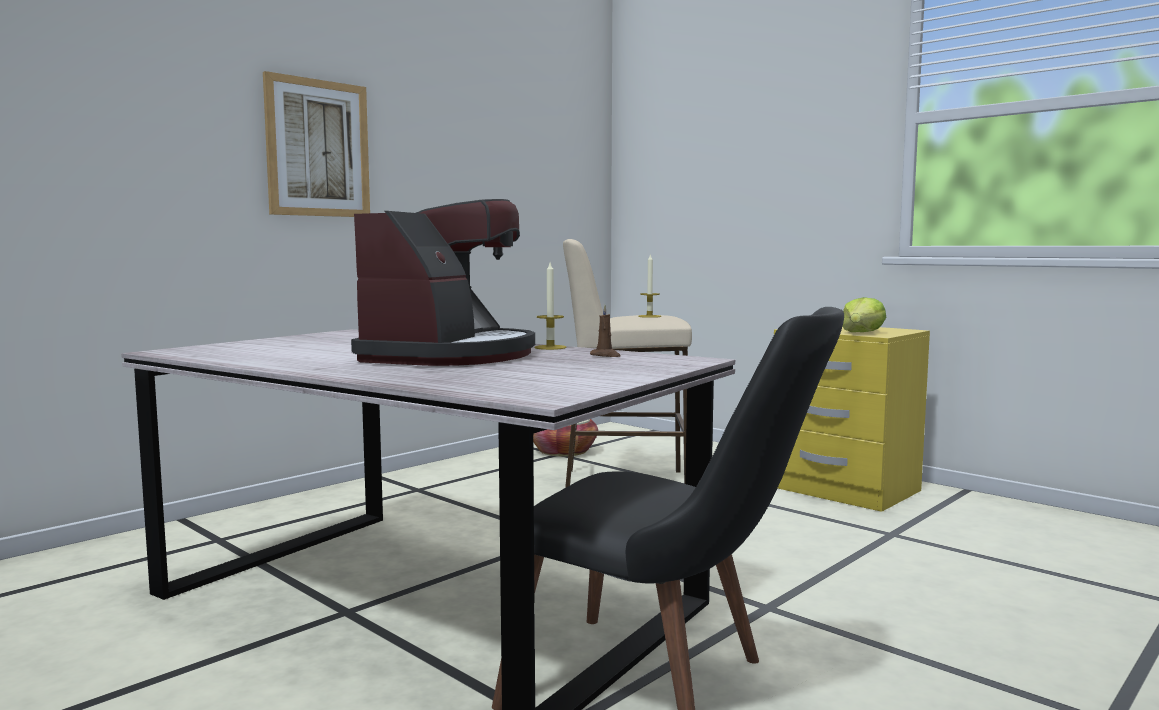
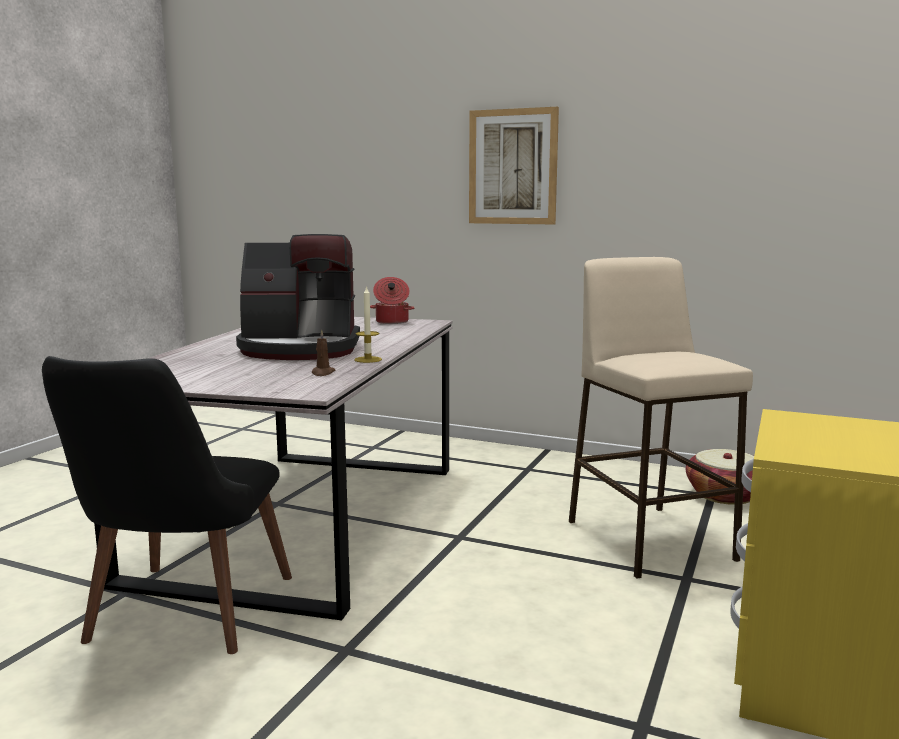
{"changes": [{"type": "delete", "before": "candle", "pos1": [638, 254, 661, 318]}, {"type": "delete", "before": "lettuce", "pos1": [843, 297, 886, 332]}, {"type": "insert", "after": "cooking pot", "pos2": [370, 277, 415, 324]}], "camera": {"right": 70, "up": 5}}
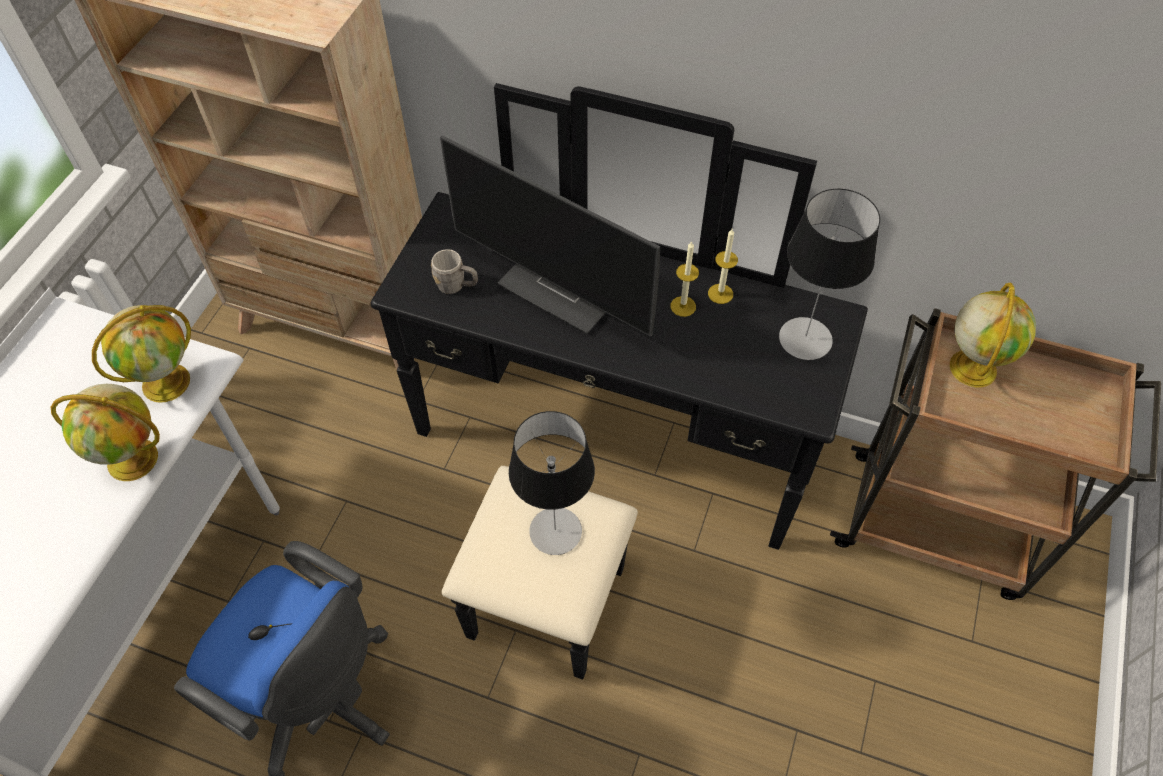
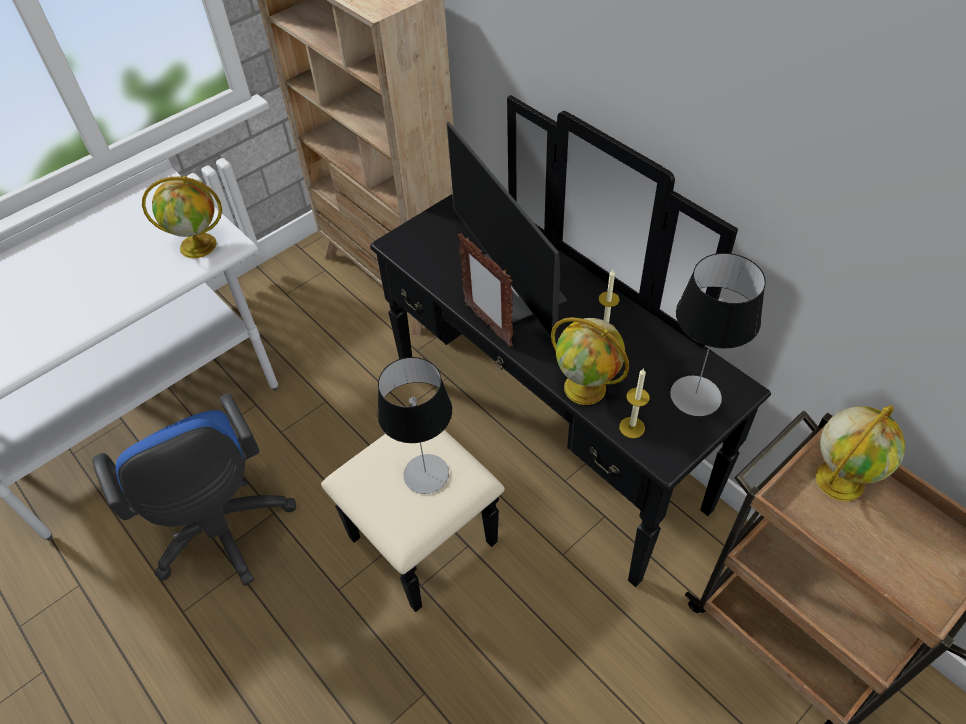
{"changes": [{"type": "delete", "before": "grey mug", "pos1": [431, 249, 478, 294]}, {"type": "insert", "after": "picture frame", "pos2": [458, 233, 513, 347]}, {"type": "move", "before": "globe", "pos1": [51, 384, 160, 481], "pos2": [551, 317, 629, 405]}, {"type": "move", "before": "candle", "pos1": [708, 229, 738, 304], "pos2": [619, 368, 650, 438]}], "camera": {"right": 30, "up": -5}}
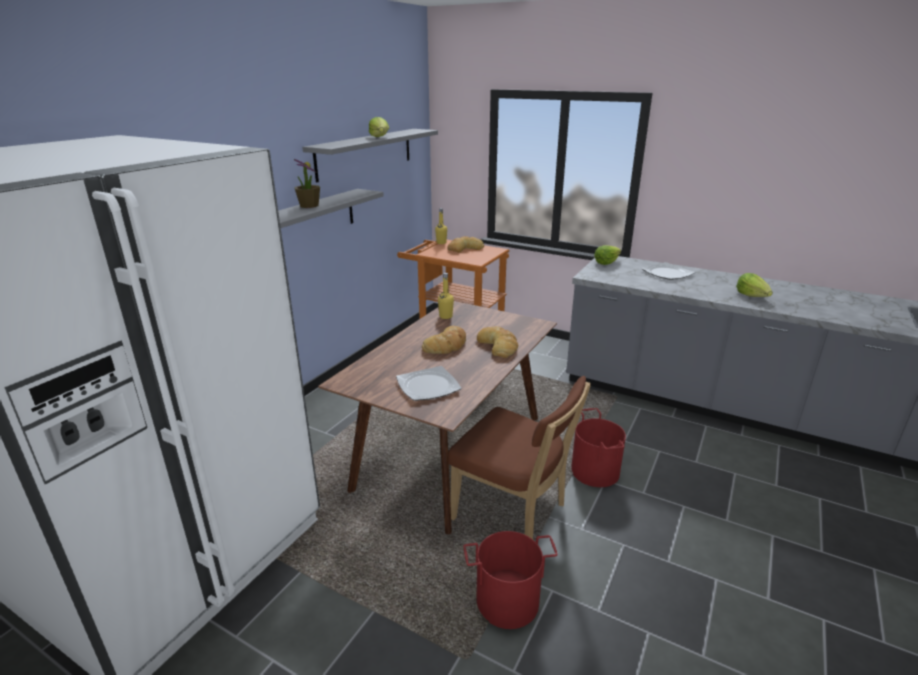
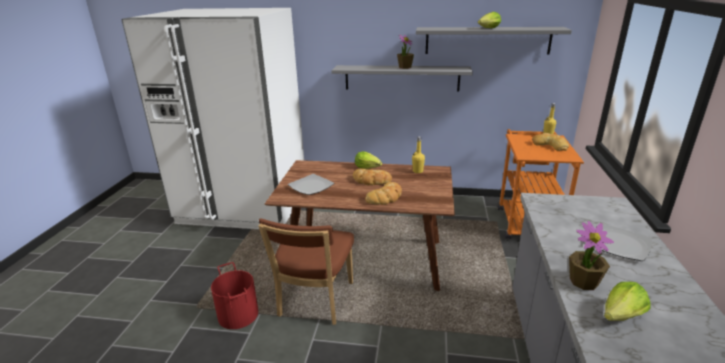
{"changes": [{"type": "delete", "before": "red bucket", "pos1": [571, 408, 626, 487]}, {"type": "insert", "after": "potted plant", "pos2": [569, 221, 614, 290]}, {"type": "move", "before": "lettuce", "pos1": [594, 245, 621, 265], "pos2": [355, 151, 382, 169]}], "camera": {"right": 70, "up": 0}}
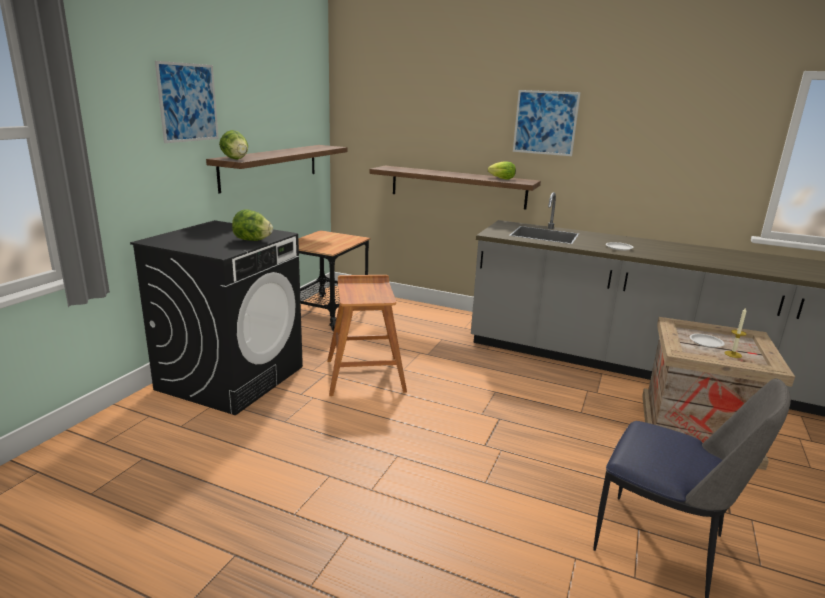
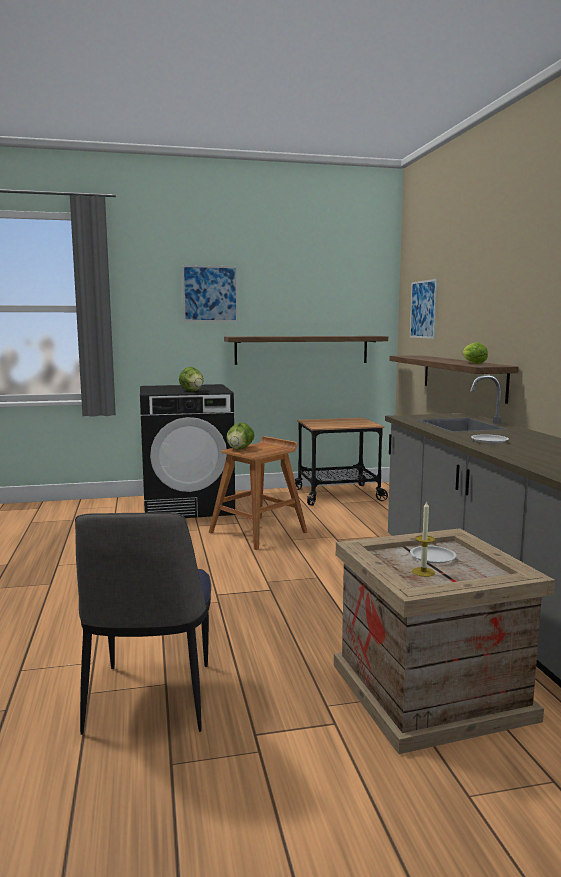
{"changes": [{"type": "move", "before": "lettuce", "pos1": [219, 130, 248, 160], "pos2": [226, 422, 255, 450]}, {"type": "move", "before": "picture", "pos1": [513, 90, 581, 156], "pos2": [410, 279, 438, 339]}], "camera": {"right": 55, "up": -10}}
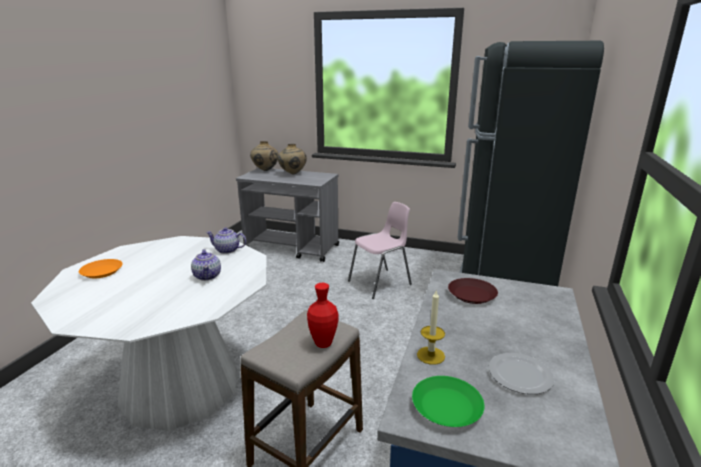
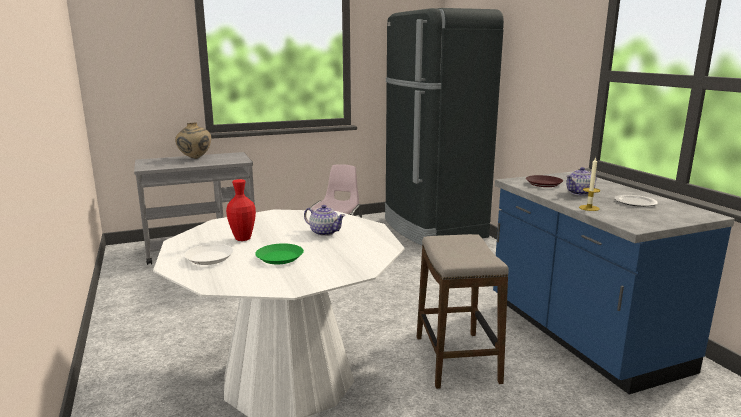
{"changes": [{"type": "delete", "before": "beige vase", "pos1": [250, 141, 278, 171]}, {"type": "move", "before": "teapot", "pos1": [206, 227, 246, 254], "pos2": [566, 167, 597, 196]}, {"type": "move", "before": "red vase", "pos1": [307, 283, 338, 348], "pos2": [226, 179, 256, 241]}, {"type": "move", "before": "green plate", "pos1": [412, 376, 484, 427], "pos2": [255, 243, 304, 264]}, {"type": "recolor", "before": "orange plate", "after": "white plate", "pos1": [79, 259, 123, 278], "pos2": [184, 244, 234, 265]}], "camera": {"right": -40, "up": -5}}
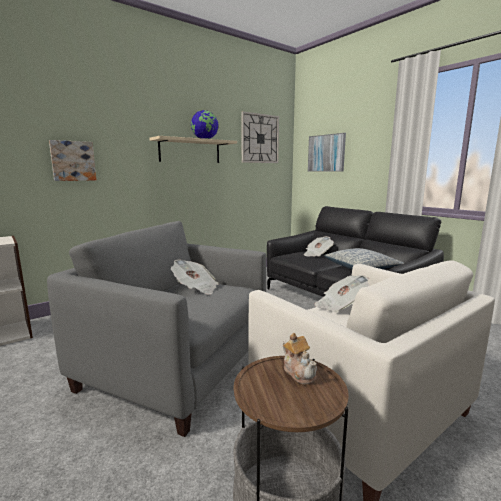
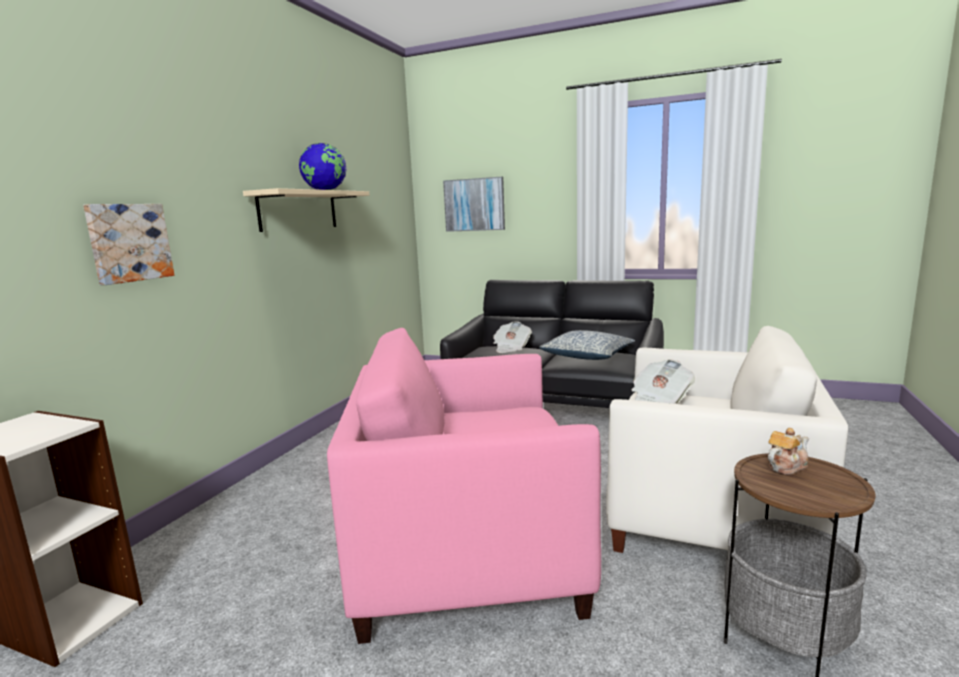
{"changes": [{"type": "delete", "before": "newspaper", "pos1": [171, 259, 219, 295]}, {"type": "delete", "before": "wall clock", "pos1": [241, 111, 279, 163]}, {"type": "recolor", "before": "grey armchair", "after": "pink armchair", "pos1": [47, 221, 266, 437], "pos2": [327, 328, 601, 644]}, {"type": "rotate", "before": "teapot", "pos1": [283, 333, 317, 385], "pos2": [768, 428, 809, 475], "turn": -60}], "camera": {"right": -30, "up": 0}}
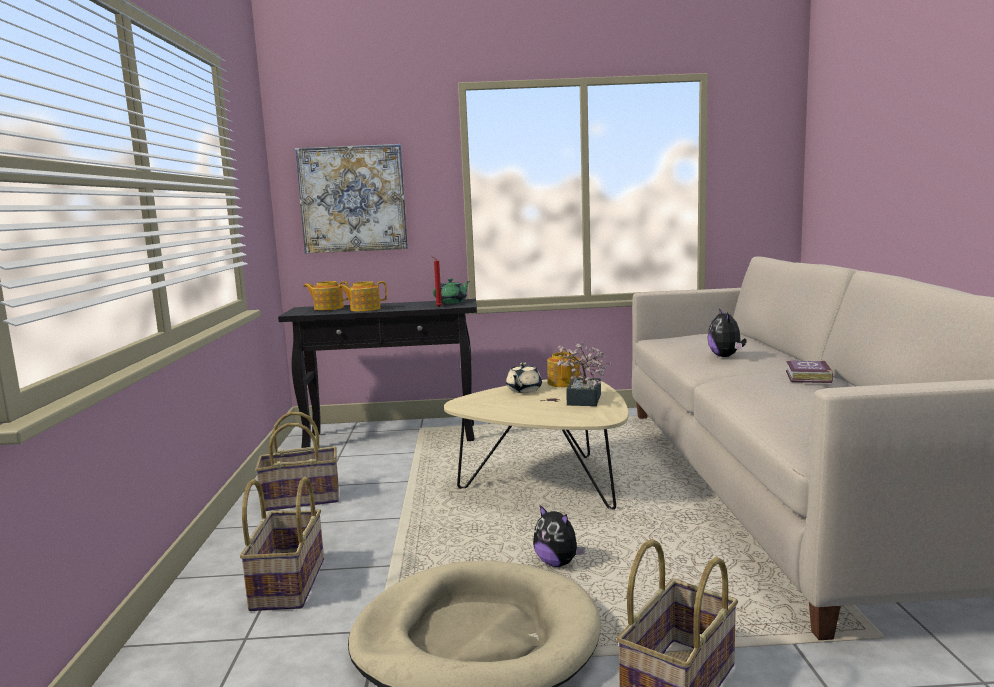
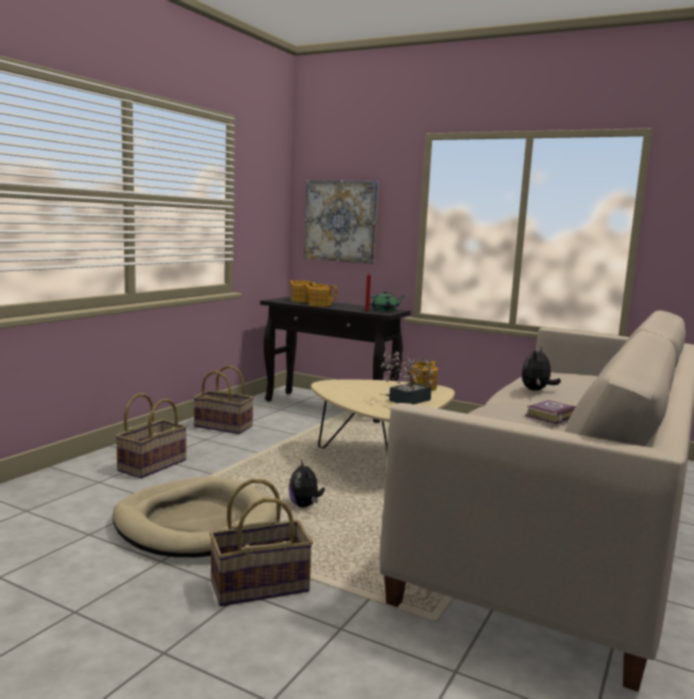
{"changes": [{"type": "delete", "before": "beige teapot", "pos1": [506, 362, 542, 393]}], "camera": {"right": 30, "up": 0}}
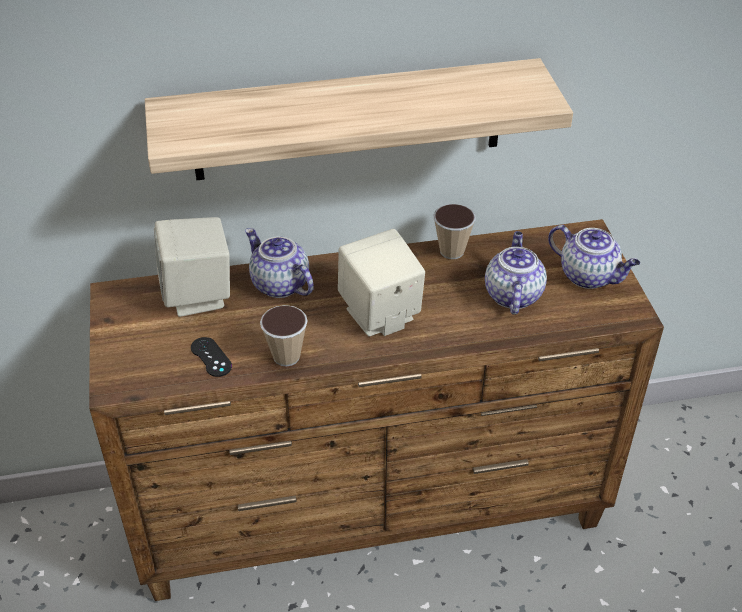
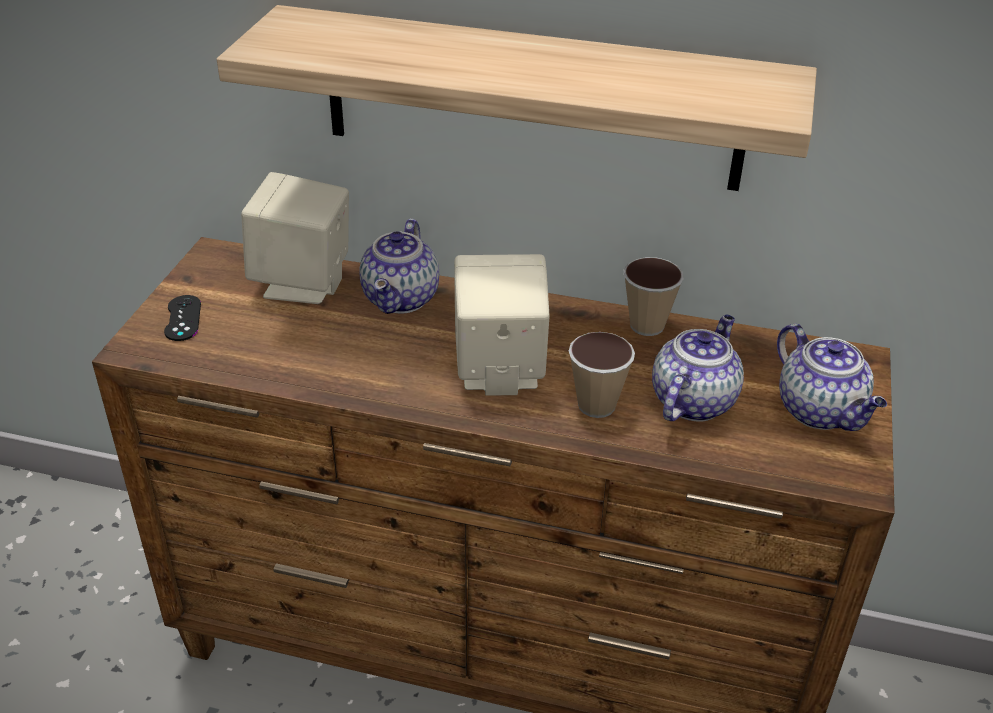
{"changes": [{"type": "move", "before": "black game controller", "pos1": [191, 337, 232, 377], "pos2": [164, 295, 201, 341]}, {"type": "move", "before": "cup", "pos1": [260, 305, 308, 366], "pos2": [569, 332, 635, 418]}, {"type": "rotate", "before": "teapot", "pos1": [245, 228, 314, 298], "pos2": [359, 218, 439, 314], "turn": -150}], "camera": {"right": 25, "up": -5}}
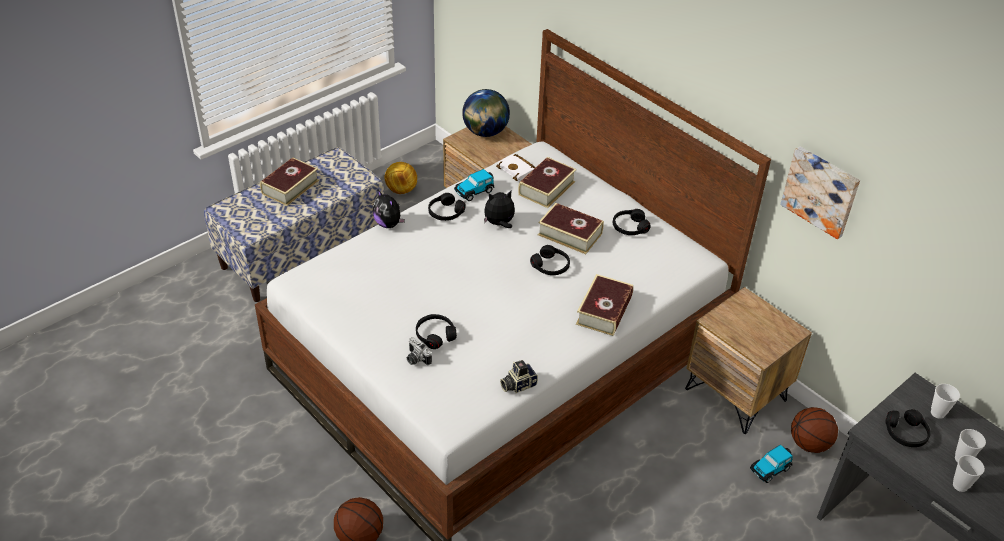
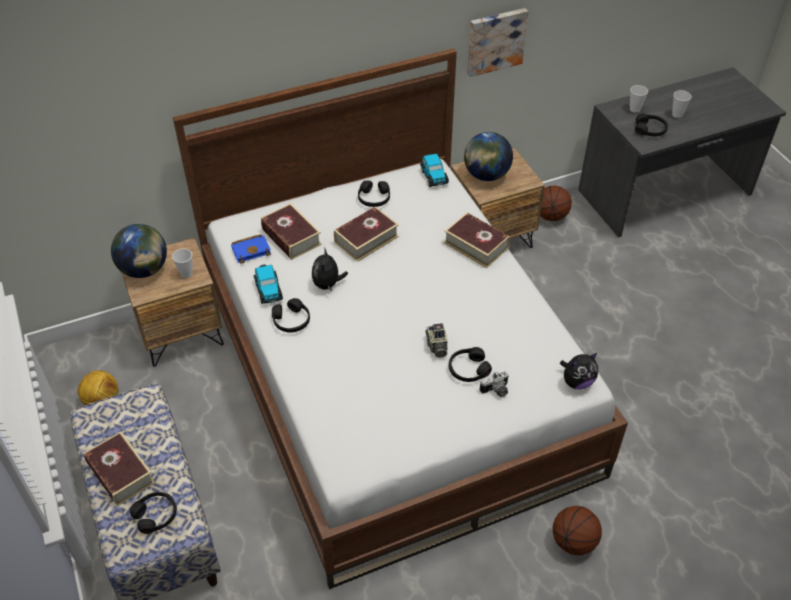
{"changes": [{"type": "insert", "after": "globe", "pos2": [464, 132, 513, 181]}, {"type": "move", "before": "plush toy", "pos1": [373, 190, 405, 228], "pos2": [560, 353, 598, 389]}, {"type": "move", "before": "photo camera", "pos1": [500, 360, 538, 393], "pos2": [425, 323, 448, 358]}, {"type": "move", "before": "black headphones", "pos1": [530, 245, 570, 275], "pos2": [130, 492, 177, 534]}, {"type": "move", "before": "toy car", "pos1": [750, 445, 793, 483], "pos2": [420, 154, 449, 187]}, {"type": "move", "before": "cup", "pos1": [953, 455, 985, 492], "pos2": [172, 249, 193, 278]}, {"type": "recolor", "before": "white book", "after": "blue book", "pos1": [496, 154, 536, 181], "pos2": [231, 235, 271, 264]}], "camera": {"right": -70, "up": 5}}
